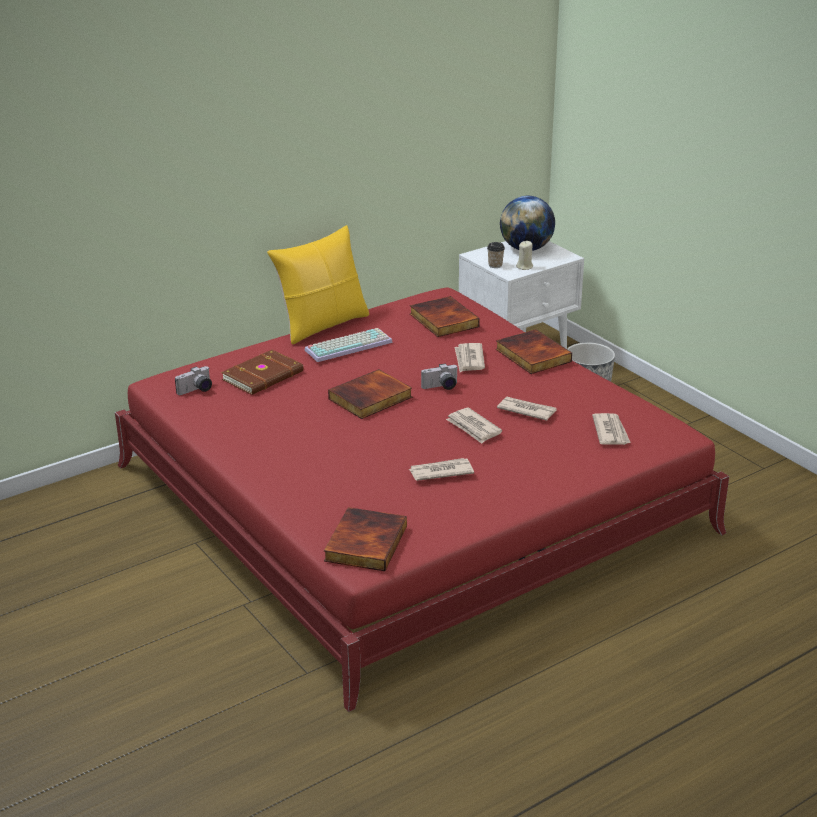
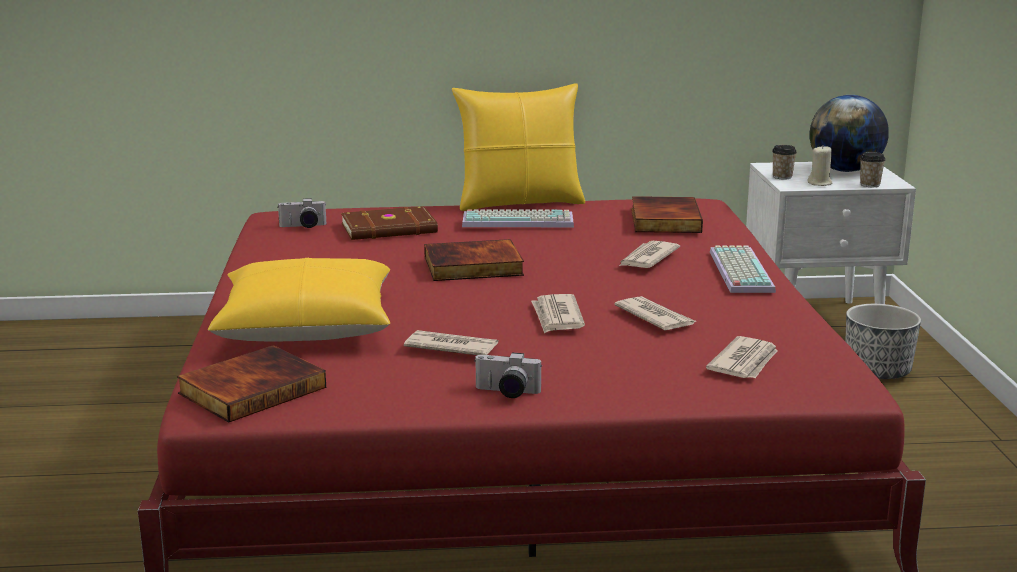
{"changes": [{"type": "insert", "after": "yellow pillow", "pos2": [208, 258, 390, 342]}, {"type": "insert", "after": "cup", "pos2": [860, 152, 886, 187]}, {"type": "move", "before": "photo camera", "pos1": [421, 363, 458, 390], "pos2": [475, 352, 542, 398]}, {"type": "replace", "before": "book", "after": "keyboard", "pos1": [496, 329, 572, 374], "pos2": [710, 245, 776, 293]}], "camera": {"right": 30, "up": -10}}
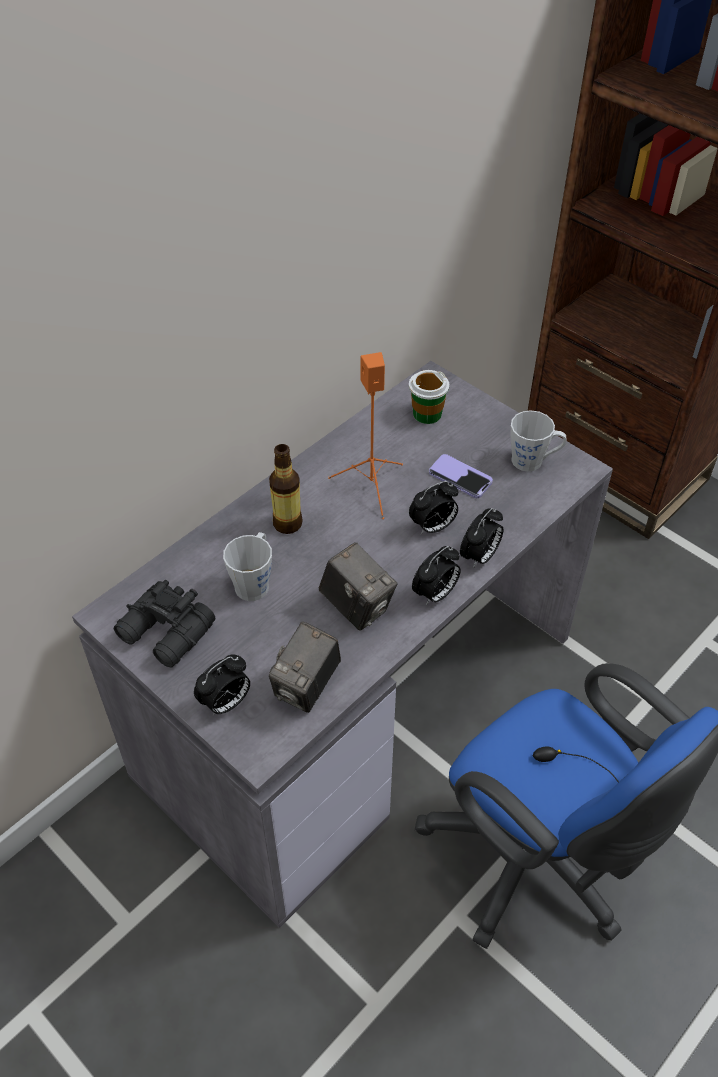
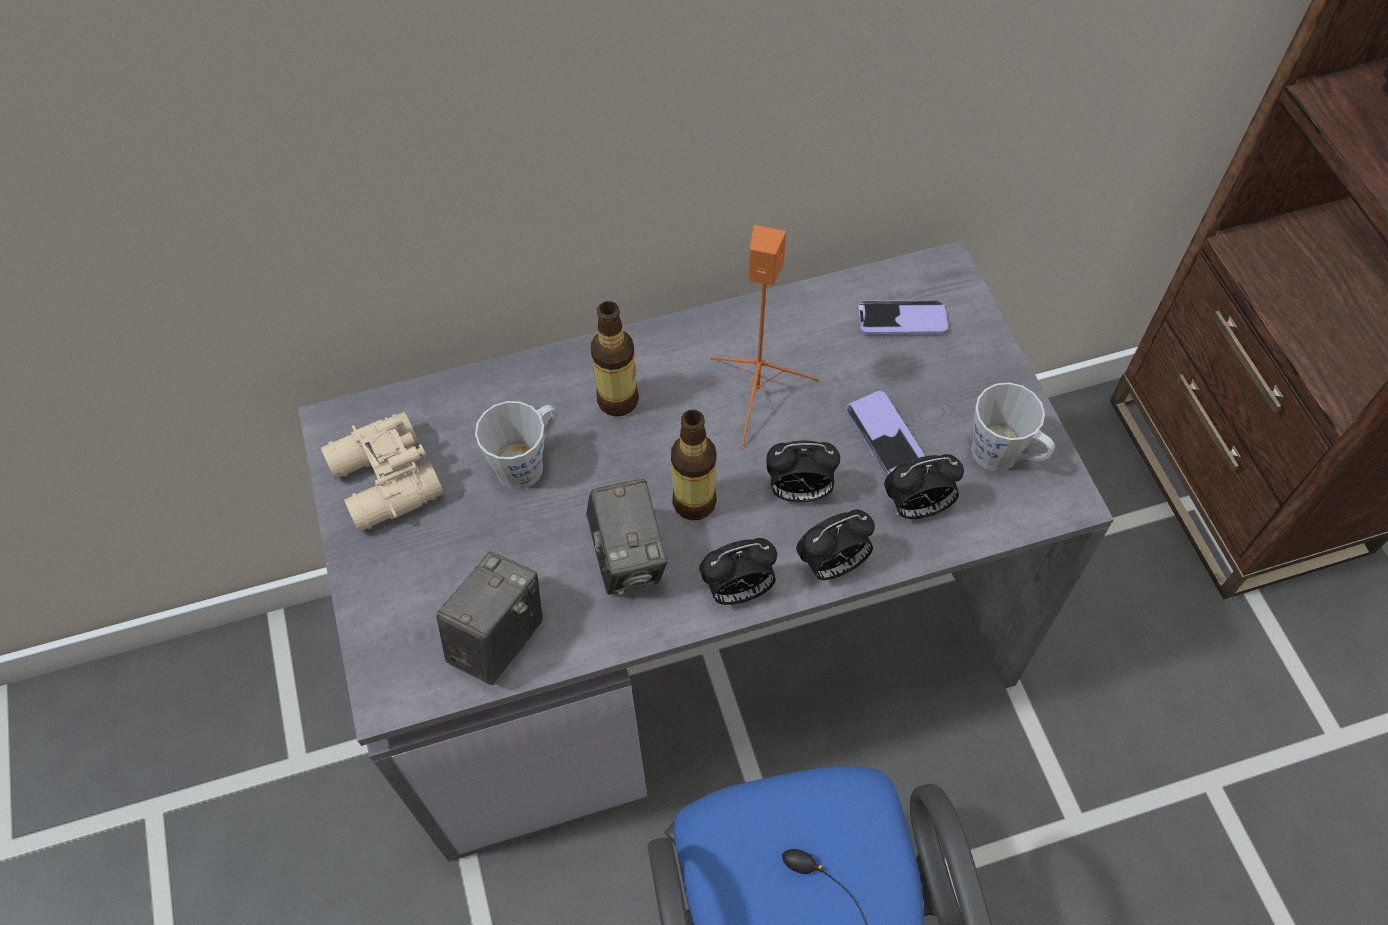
{"changes": [{"type": "insert", "after": "bottle", "pos2": [671, 410, 717, 520]}, {"type": "move", "before": "alarm clock", "pos1": [194, 654, 250, 716], "pos2": [884, 454, 964, 519]}, {"type": "replace", "before": "cup", "after": "phone", "pos1": [409, 370, 449, 424], "pos2": [858, 300, 948, 335]}, {"type": "recolor", "before": "black binoculars", "after": "beige binoculars", "pos1": [114, 580, 215, 668], "pos2": [321, 412, 444, 532]}, {"type": "rotate", "before": "photo camera", "pos1": [269, 621, 341, 713], "pos2": [436, 551, 543, 685], "turn": 150}], "camera": {"right": 30, "up": 10}}
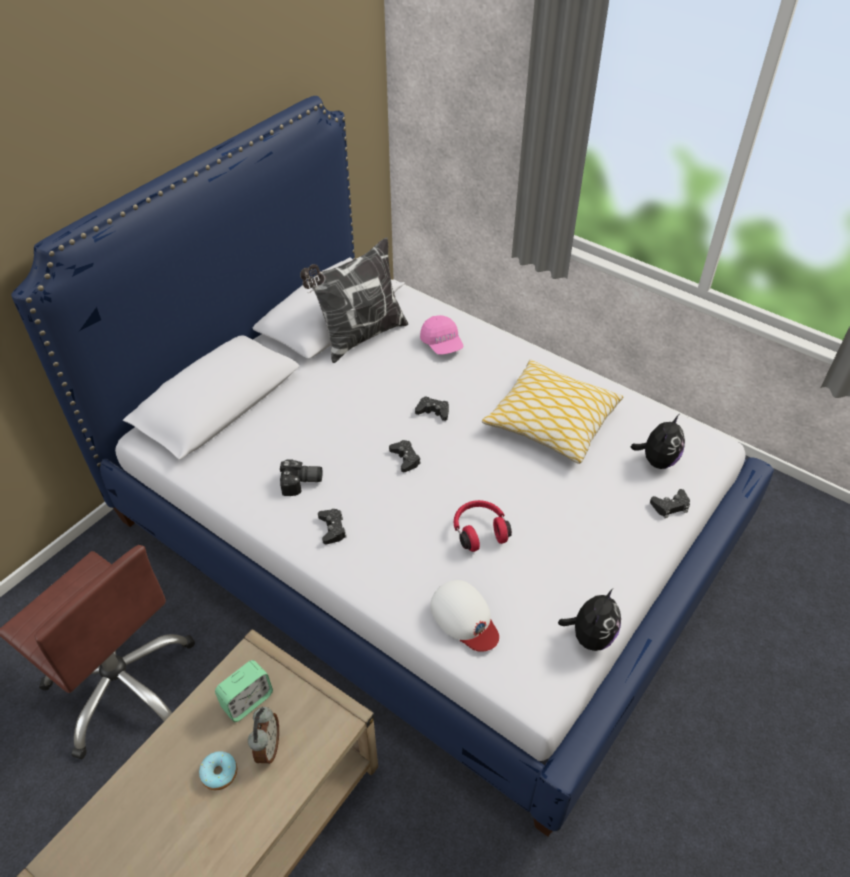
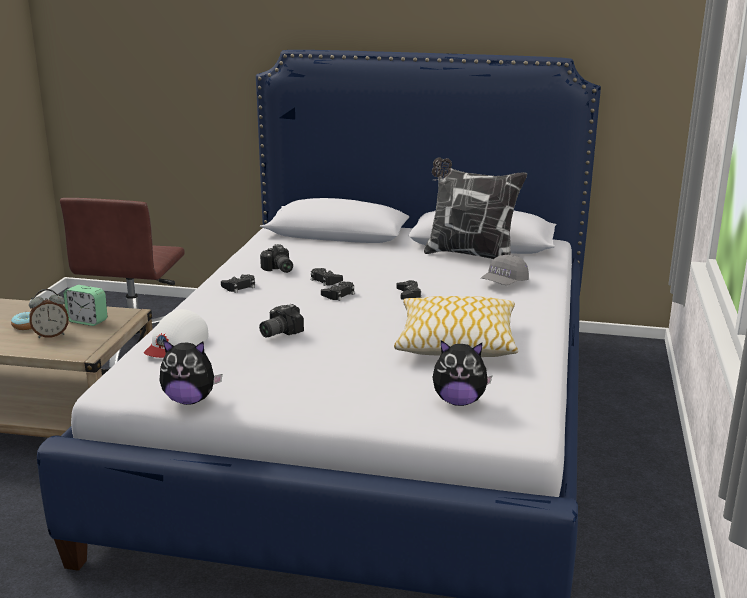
{"changes": [{"type": "move", "before": "black game controller", "pos1": [650, 489, 690, 518], "pos2": [311, 268, 343, 286]}, {"type": "replace", "before": "red headphones", "after": "photo camera", "pos1": [454, 500, 512, 552], "pos2": [259, 304, 304, 337]}, {"type": "recolor", "before": "pink cap", "after": "grey cap", "pos1": [420, 315, 463, 355], "pos2": [481, 255, 529, 285]}], "camera": {"right": 65, "up": -25}}
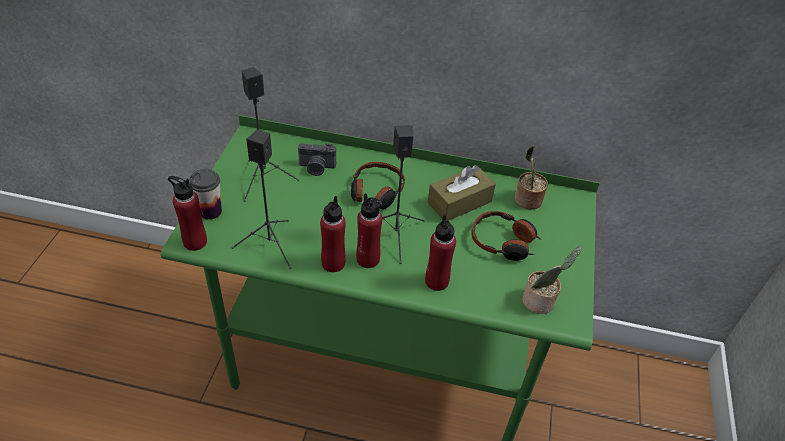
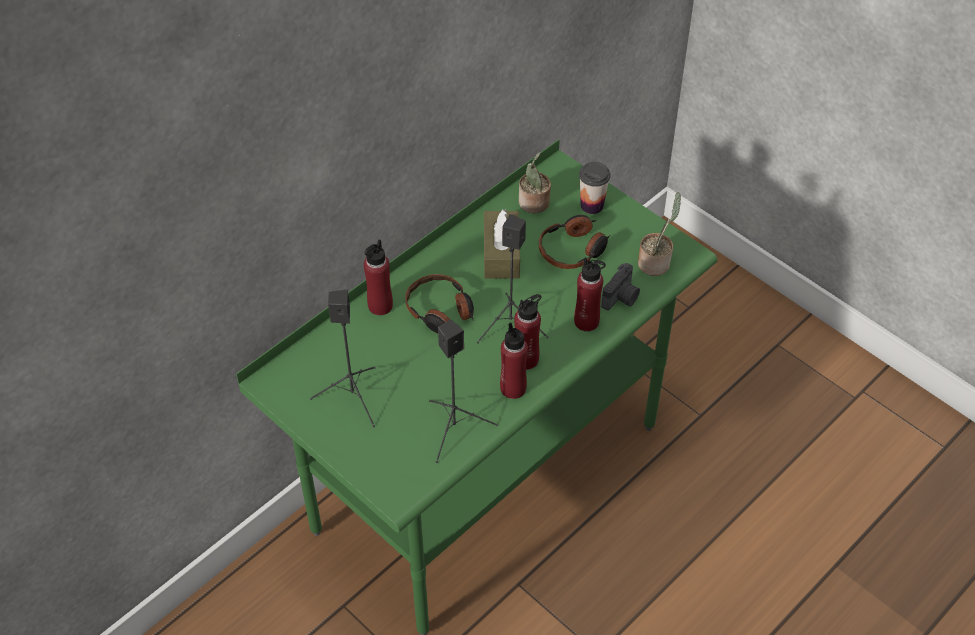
{"changes": [{"type": "move", "before": "red bottle", "pos1": [168, 176, 207, 251], "pos2": [364, 239, 393, 315]}, {"type": "move", "before": "cup", "pos1": [189, 169, 222, 220], "pos2": [579, 162, 610, 214]}, {"type": "move", "before": "photo camera", "pos1": [298, 143, 336, 176], "pos2": [601, 263, 640, 310]}], "camera": {"right": -55, "up": 5}}
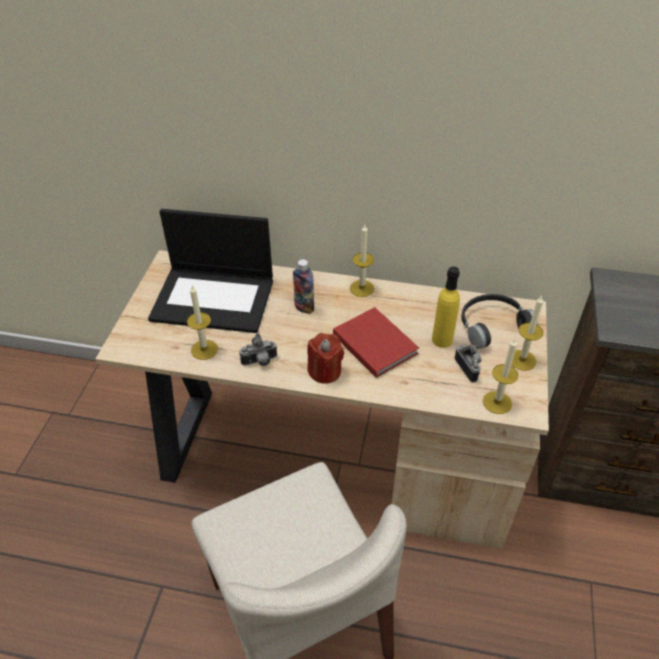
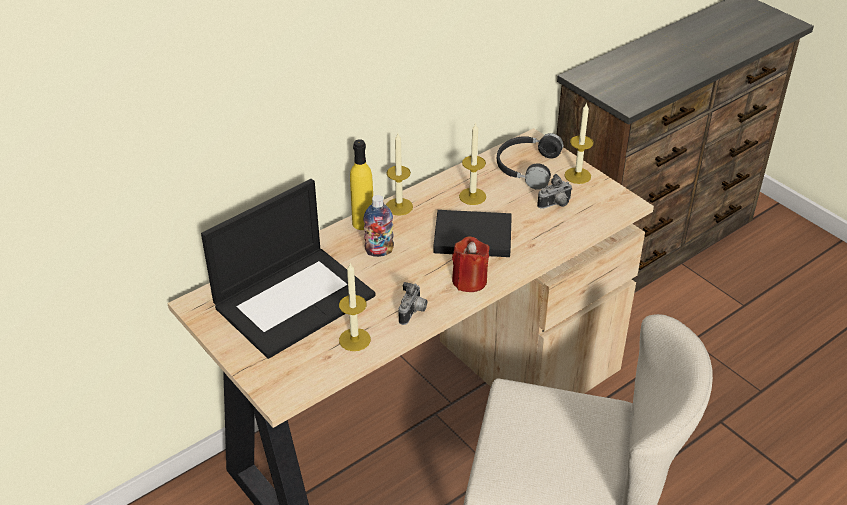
{"changes": [{"type": "move", "before": "yellow bottle", "pos1": [432, 266, 460, 348], "pos2": [350, 139, 373, 230]}, {"type": "move", "before": "candle", "pos1": [483, 339, 518, 414], "pos2": [459, 122, 486, 205]}, {"type": "recolor", "before": "red book", "after": "black book", "pos1": [333, 307, 419, 378], "pos2": [433, 210, 512, 257]}, {"type": "rotate", "before": "photo camera", "pos1": [455, 345, 481, 383], "pos2": [537, 174, 573, 209], "turn": 135}], "camera": {"right": -50, "up": -5}}
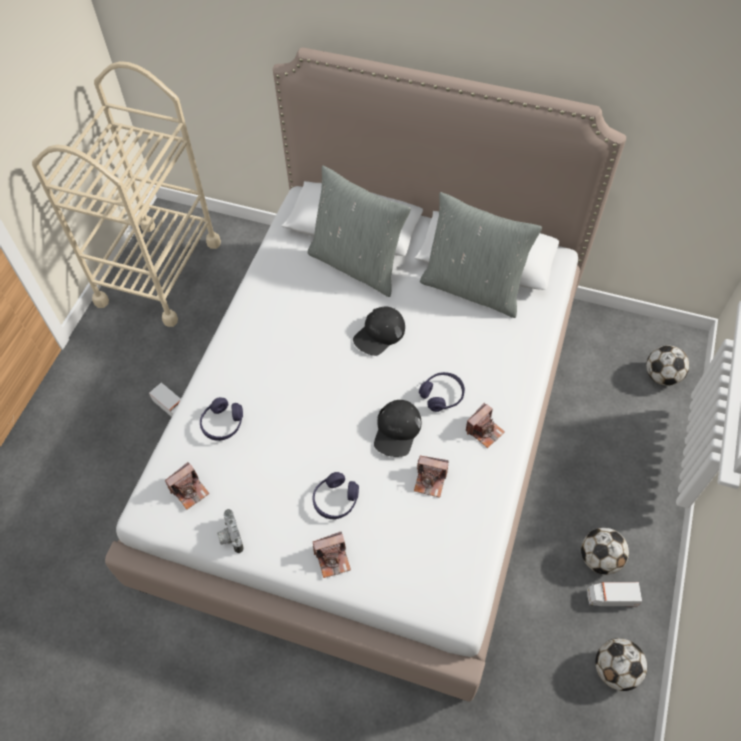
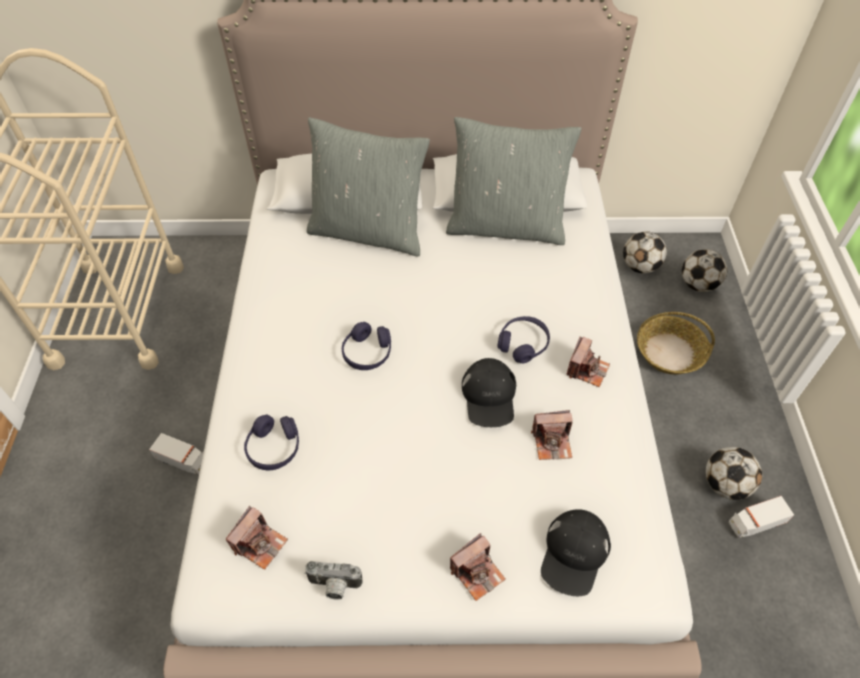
{"changes": [{"type": "insert", "after": "basket", "pos2": [637, 312, 715, 375]}, {"type": "move", "before": "purple headphones", "pos1": [313, 472, 359, 519], "pos2": [342, 322, 391, 370]}, {"type": "move", "before": "black cap", "pos1": [353, 307, 405, 356], "pos2": [541, 509, 611, 596]}, {"type": "move", "before": "football", "pos1": [595, 638, 647, 691], "pos2": [623, 232, 667, 273]}, {"type": "rotate", "before": "photo camera", "pos1": [217, 509, 244, 553], "pos2": [304, 561, 363, 600], "turn": -45}], "camera": {"right": -20, "up": -5}}
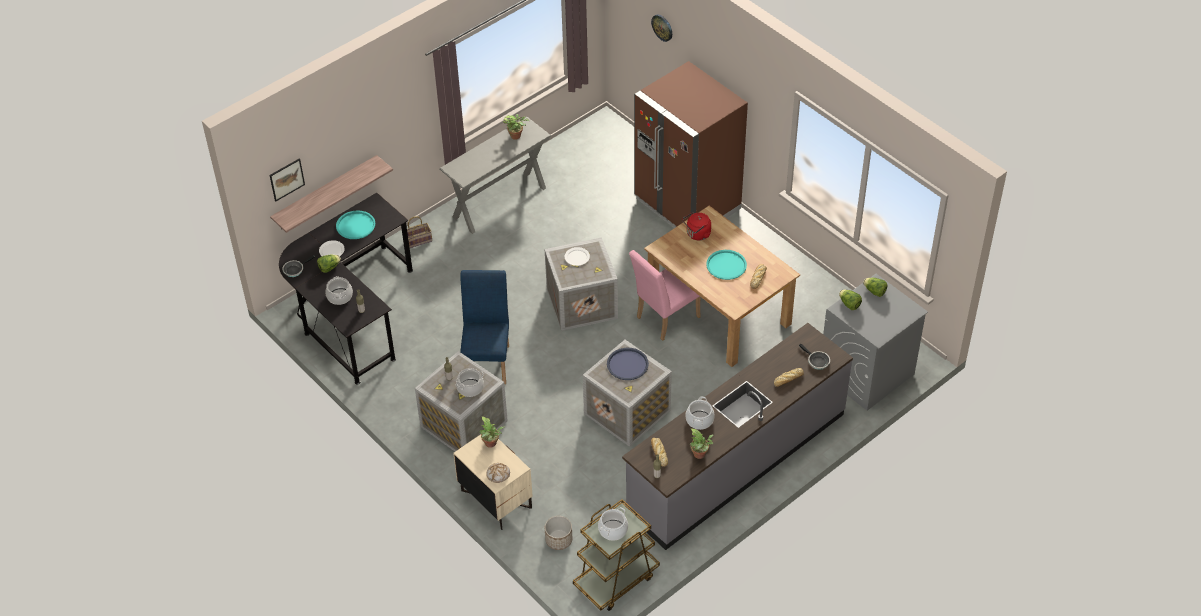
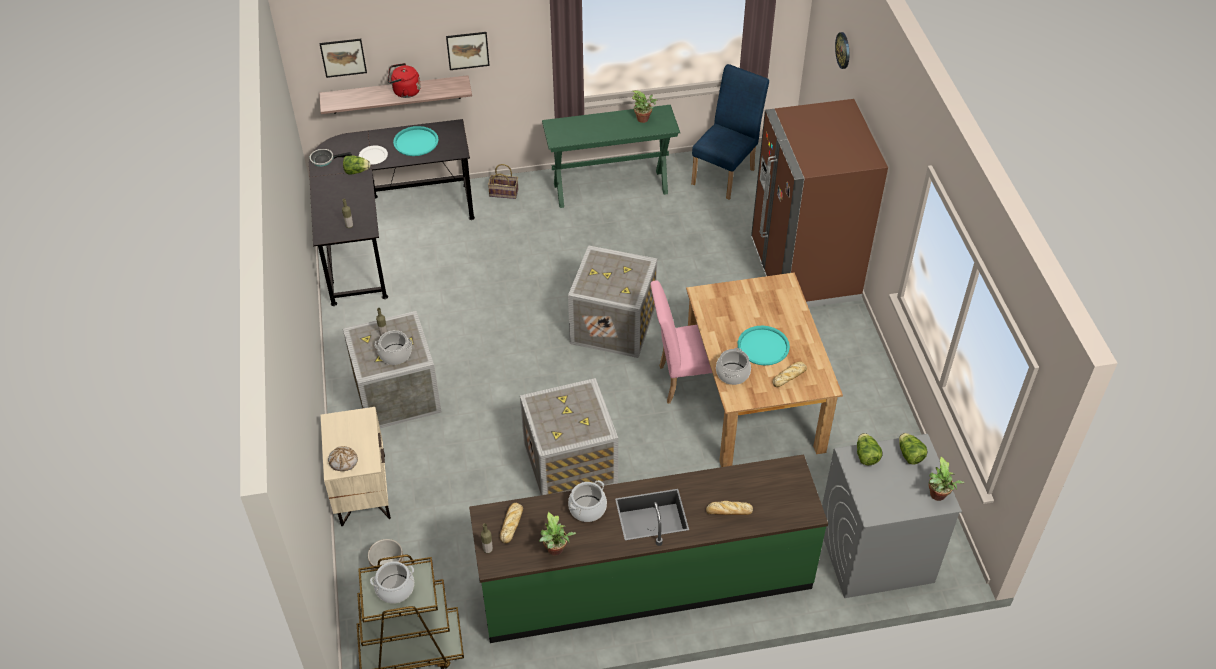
{"changes": [{"type": "delete", "before": "white plate", "pos1": [565, 247, 590, 266]}, {"type": "delete", "before": "blue tray", "pos1": [607, 348, 649, 380]}, {"type": "delete", "before": "frying pan", "pos1": [799, 344, 830, 370]}, {"type": "insert", "after": "picture", "pos2": [446, 32, 490, 70]}, {"type": "move", "before": "cooking pot", "pos1": [325, 276, 353, 305], "pos2": [716, 348, 751, 385]}, {"type": "move", "before": "blue chair", "pos1": [460, 270, 509, 384], "pos2": [691, 64, 769, 200]}, {"type": "move", "before": "potted plant", "pos1": [479, 416, 504, 448], "pos2": [929, 457, 965, 501]}, {"type": "move", "before": "red kettle", "pos1": [682, 212, 711, 241], "pos2": [388, 63, 421, 98]}, {"type": "recolor", "before": "grey console table", "after": "green console table", "pos1": [439, 117, 551, 234], "pos2": [542, 105, 680, 208]}, {"type": "recolor", "before": "grey counter", "after": "green counter", "pos1": [622, 323, 853, 550], "pos2": [469, 454, 828, 643]}], "camera": {"right": 30, "up": 0}}
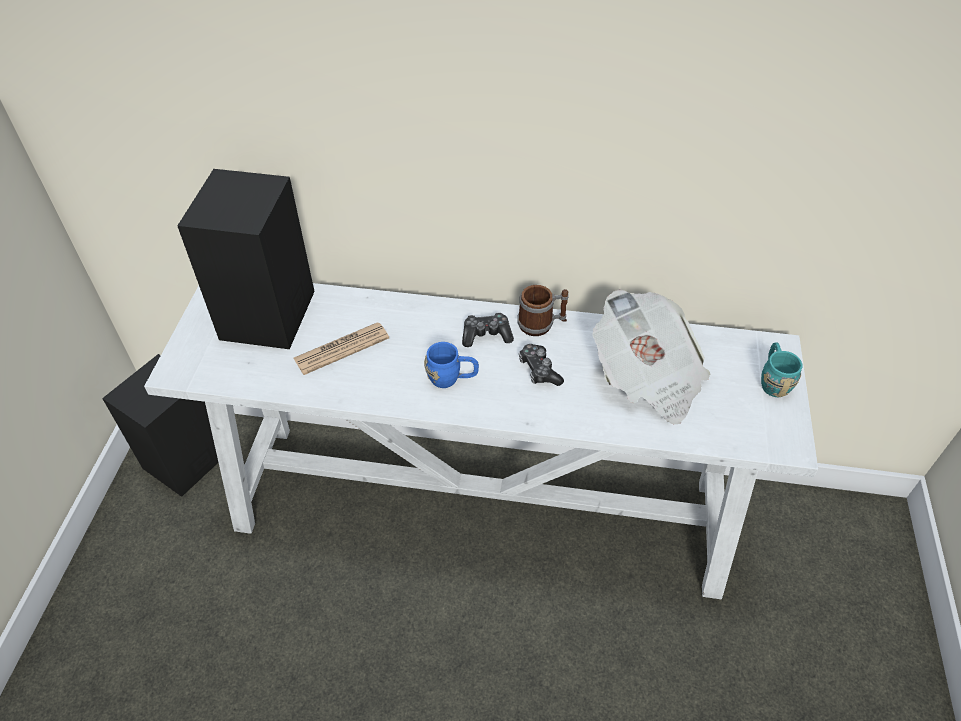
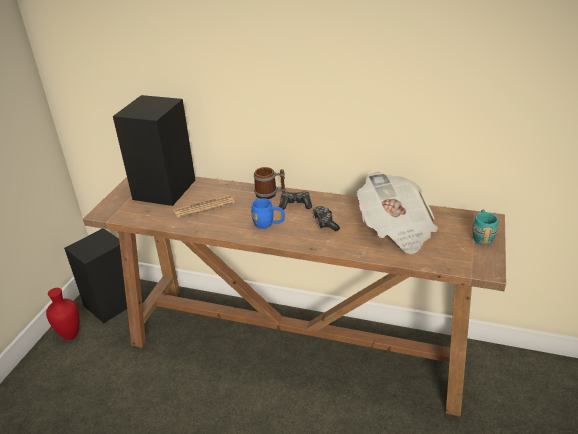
{"changes": [{"type": "insert", "after": "red vase", "pos2": [46, 288, 80, 340]}, {"type": "move", "before": "mug", "pos1": [517, 285, 569, 336], "pos2": [254, 167, 286, 199]}, {"type": "recolor", "before": "white console table", "after": "brown console table", "pos1": [144, 283, 818, 599], "pos2": [83, 176, 506, 416]}], "camera": {"right": 10, "up": -15}}
